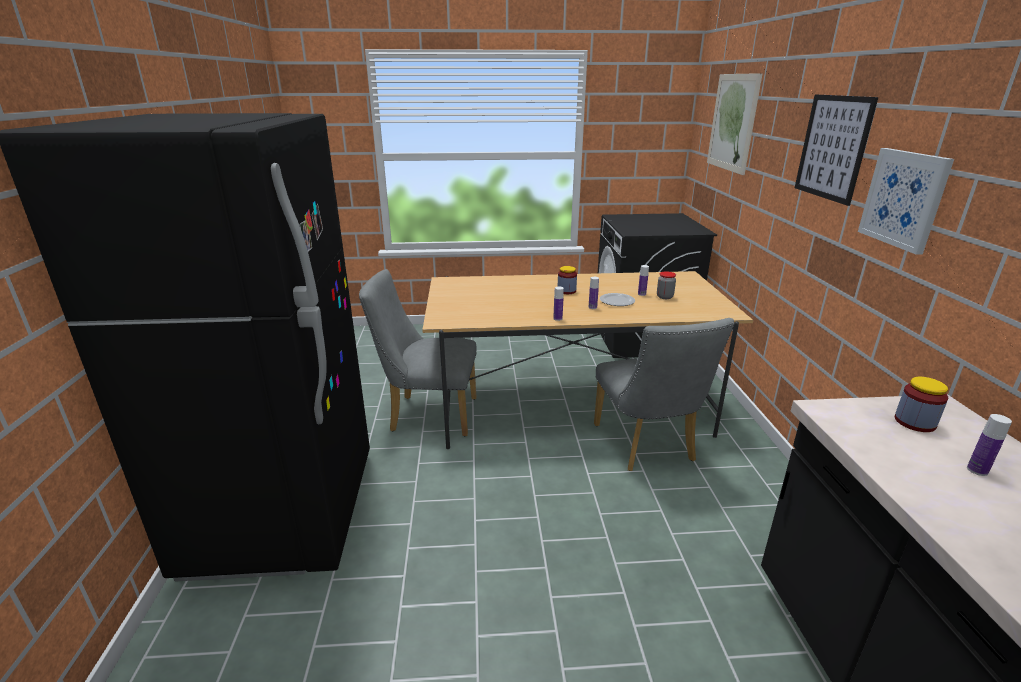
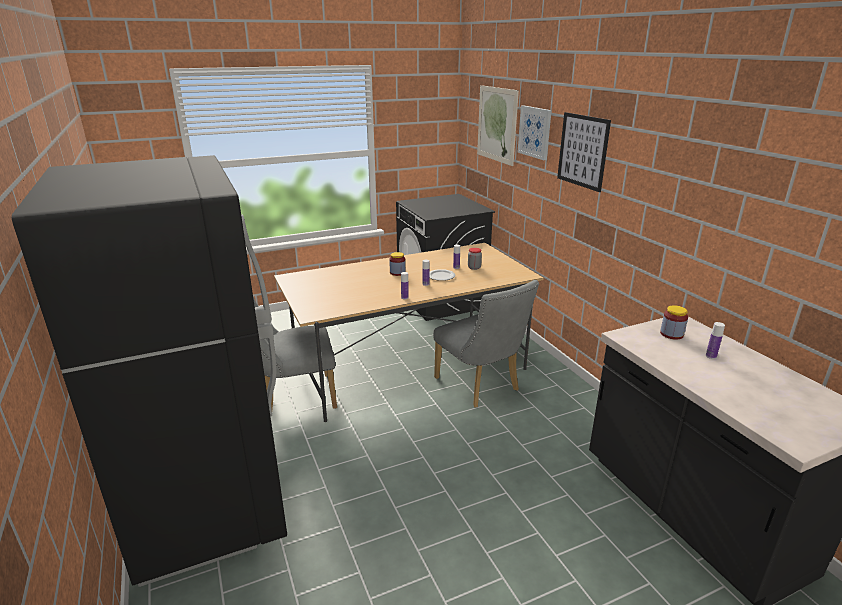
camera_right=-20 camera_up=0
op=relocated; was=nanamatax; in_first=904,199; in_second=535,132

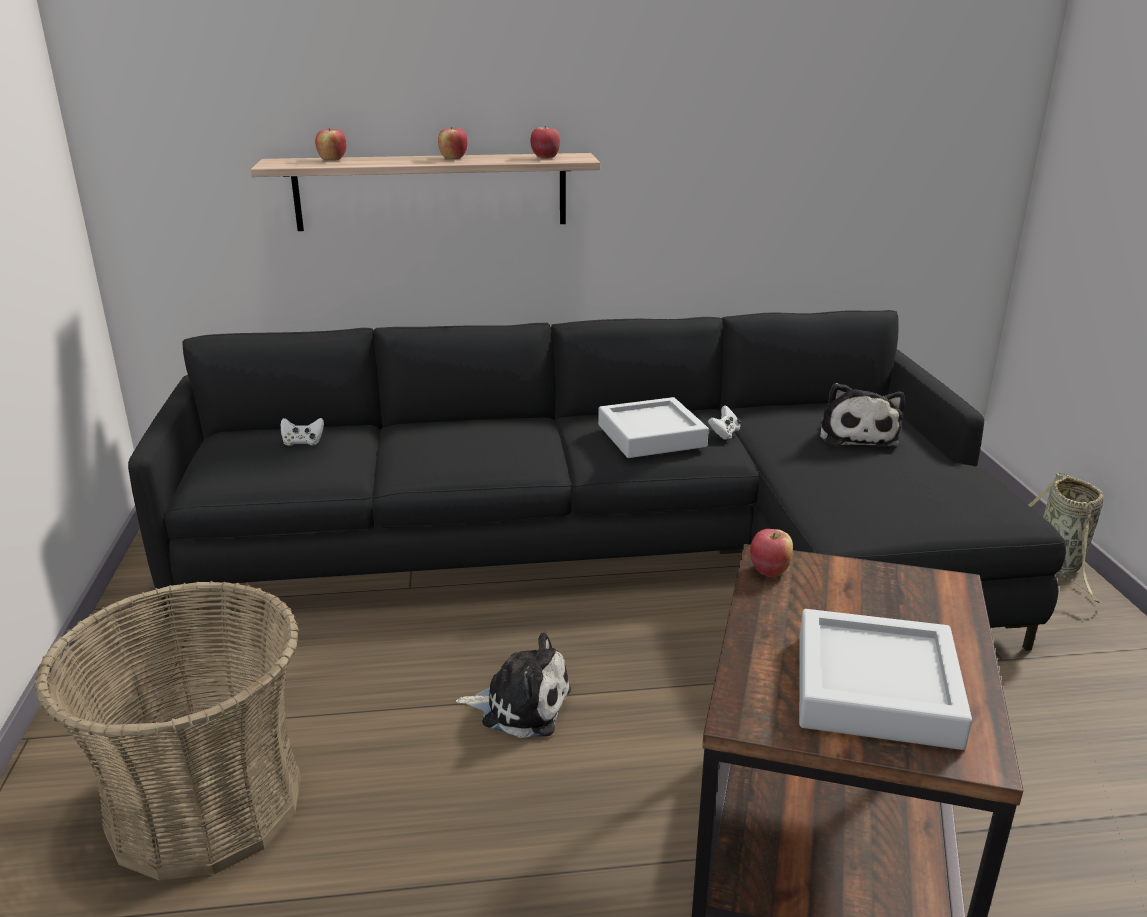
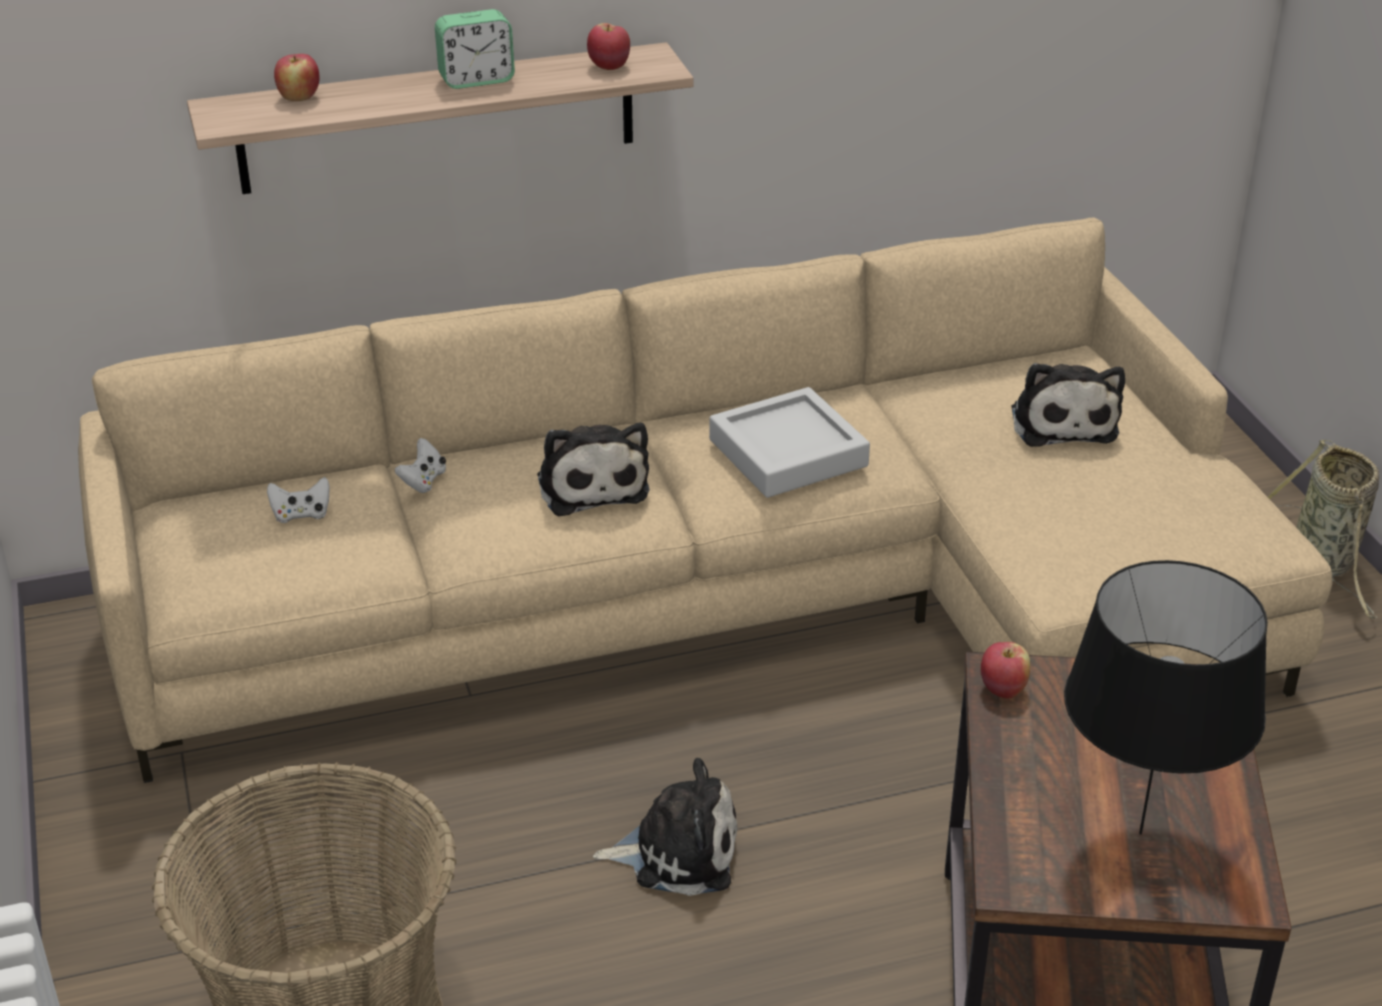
camera_right=-10 camera_up=10
op=appeared; now=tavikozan; in_second=591,484
op=relocated; was=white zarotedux; in_first=724,434; in_second=423,481
op=exchanged; was=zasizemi; now=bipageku; in_first=453,158; in_second=476,80
op=exchanged; was=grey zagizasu; now=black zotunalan; in_first=875,689; in_second=1140,833
op=colour; was=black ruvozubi; now=beige ruvozubi; in_first=611,551; in_second=732,604

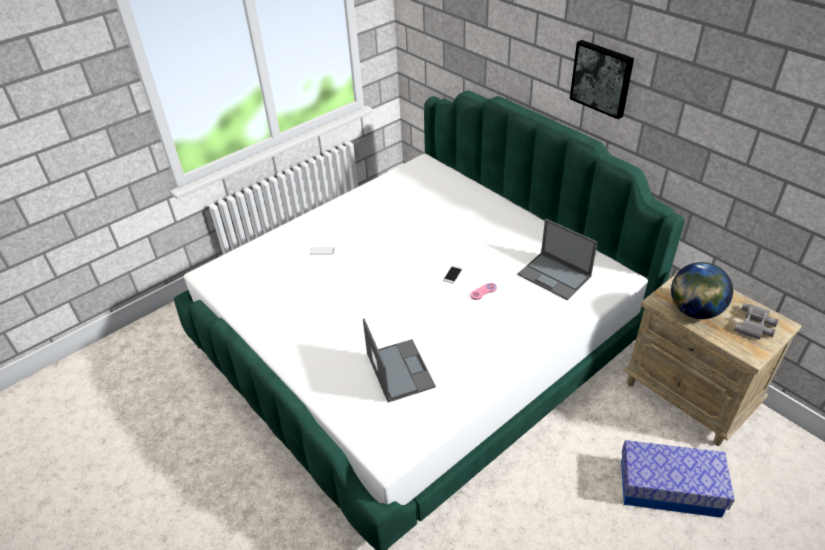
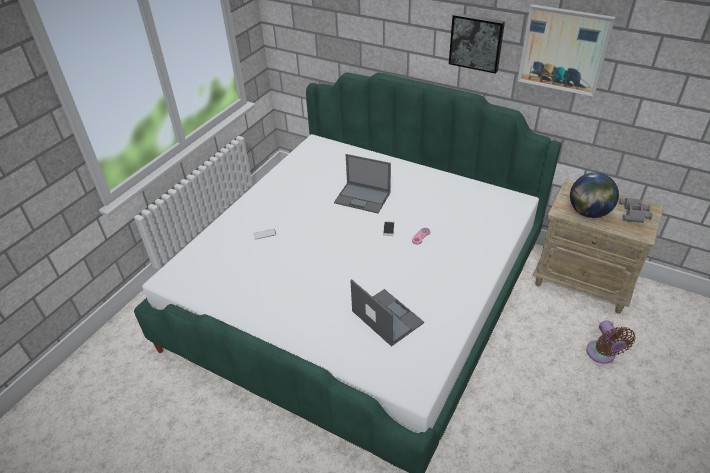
camera_right=-20 camera_up=0
op=appeared; now=nanamatax; in_second=563,50
op=relocated; was=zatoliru; in_first=555,276; in_second=363,198
op=exchanged; was=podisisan; now=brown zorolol; in_first=669,488; in_second=602,355

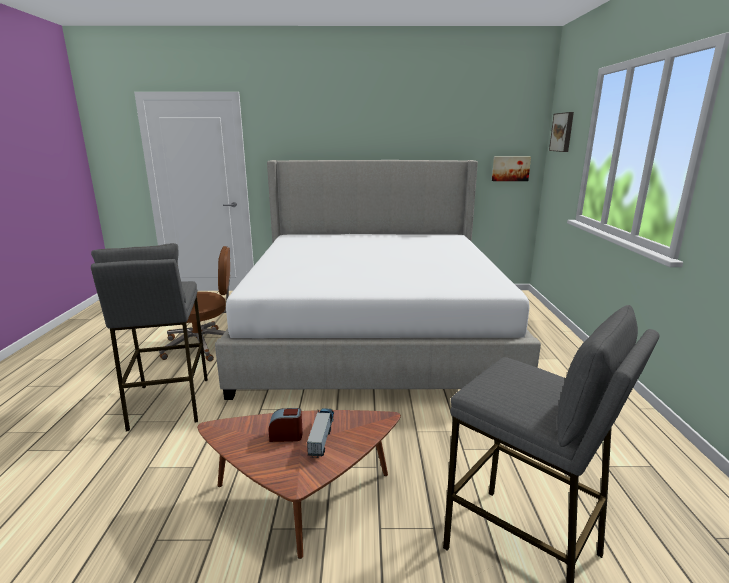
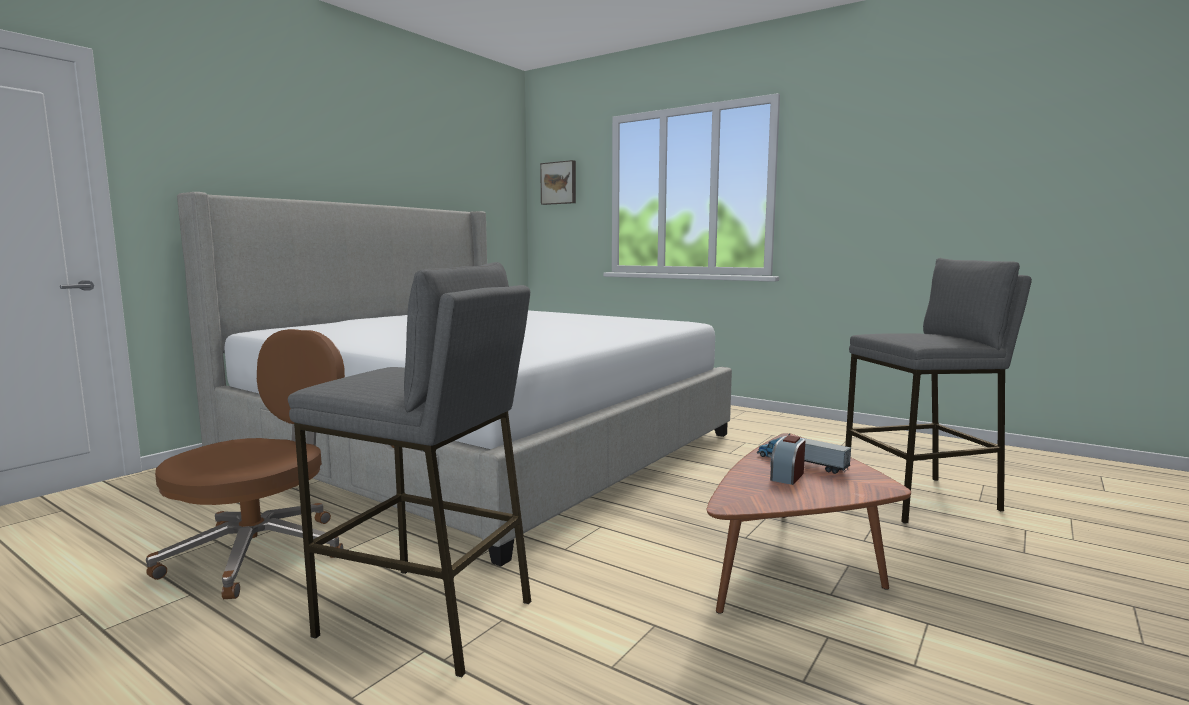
camera_right=-55 camera_up=-10
op=missing; was=nanamatax; in_first=510,168

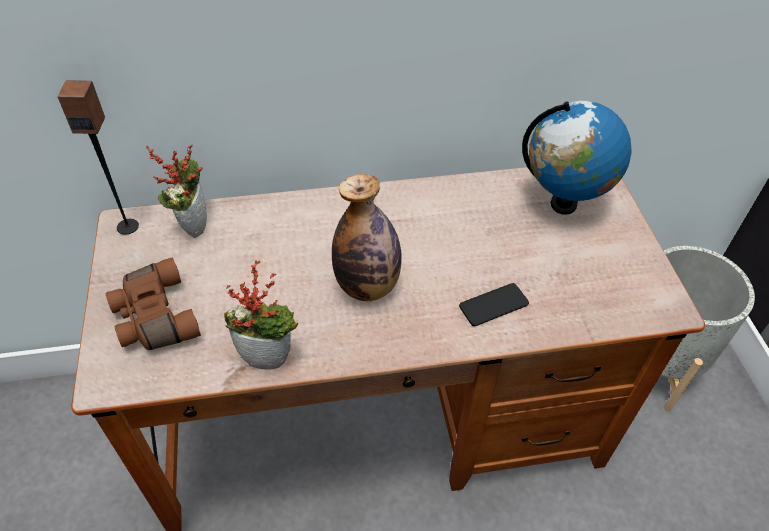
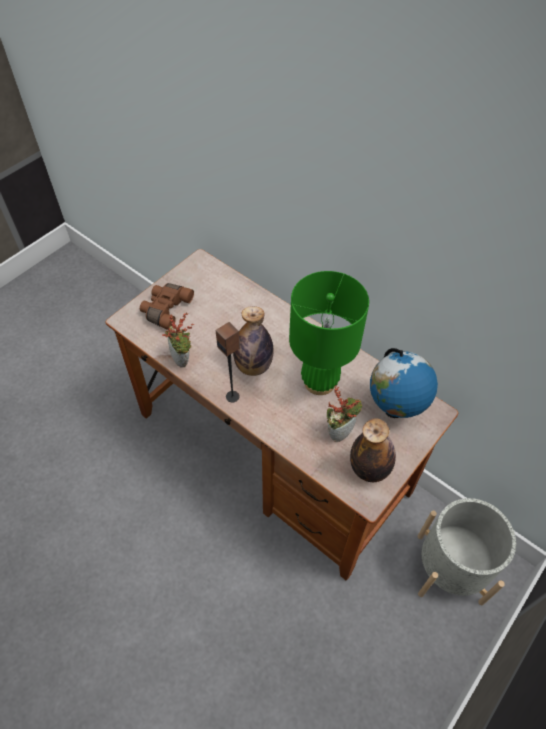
camera_right=50 camera_up=5
op=missing; was=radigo; in_first=493,305
op=appeared; now=green zotunalan; in_second=320,382
op=appeared; now=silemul; in_second=369,469
op=relocated; was=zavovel; in_first=128,226; in_second=233,396
op=relocated; was=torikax; in_first=192,224; in_second=340,431

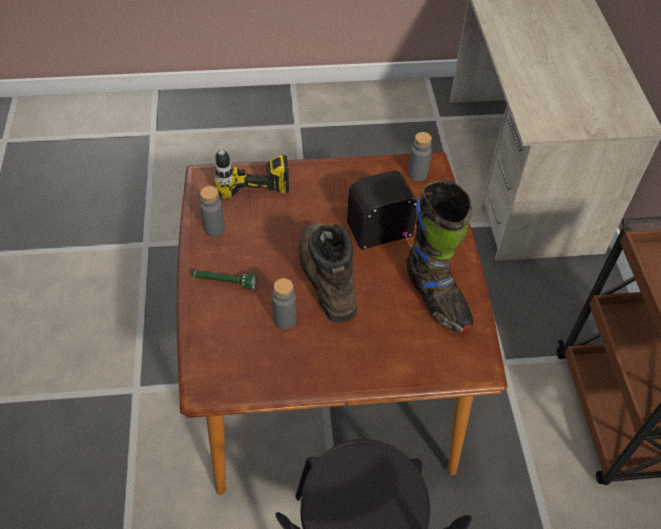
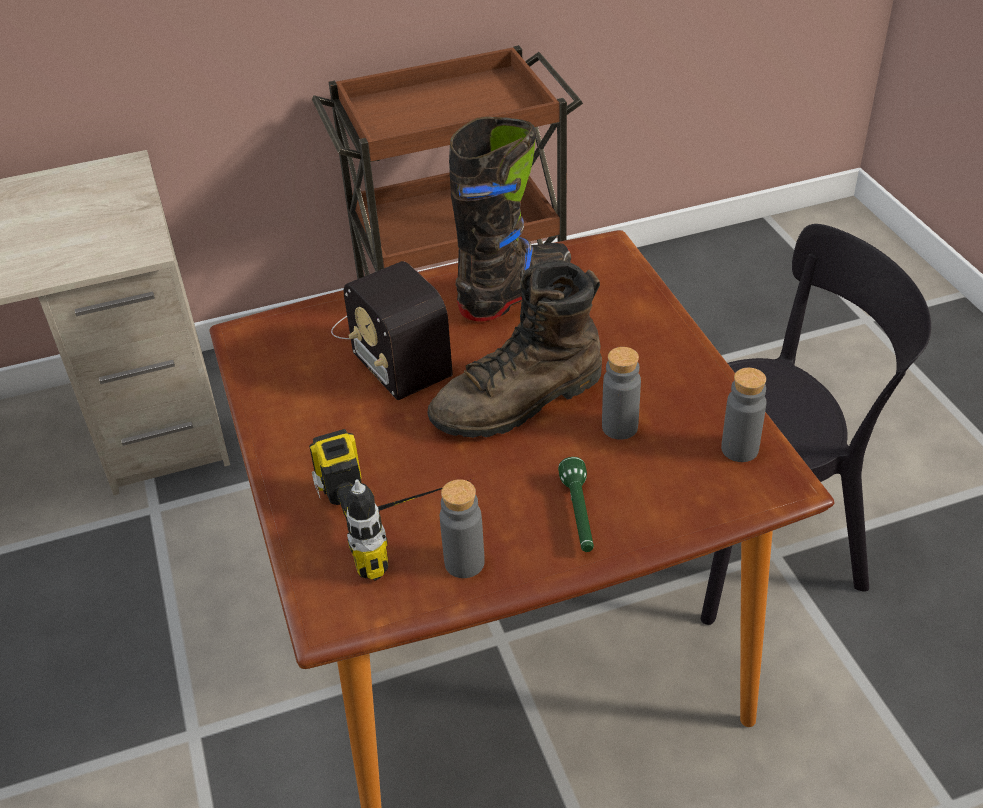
camera_right=-100 camera_up=-10
op=relocated; was=grey silemul; in_first=417,174; in_second=739,449

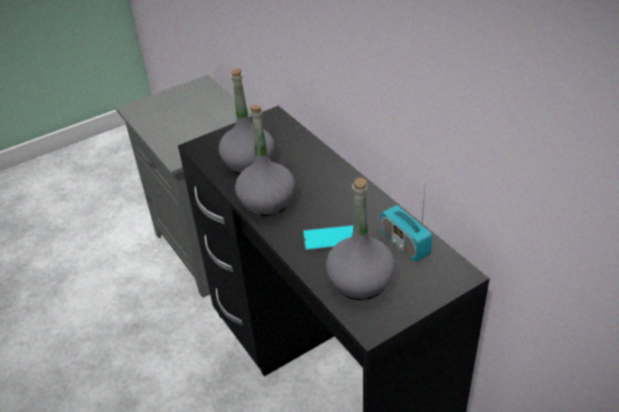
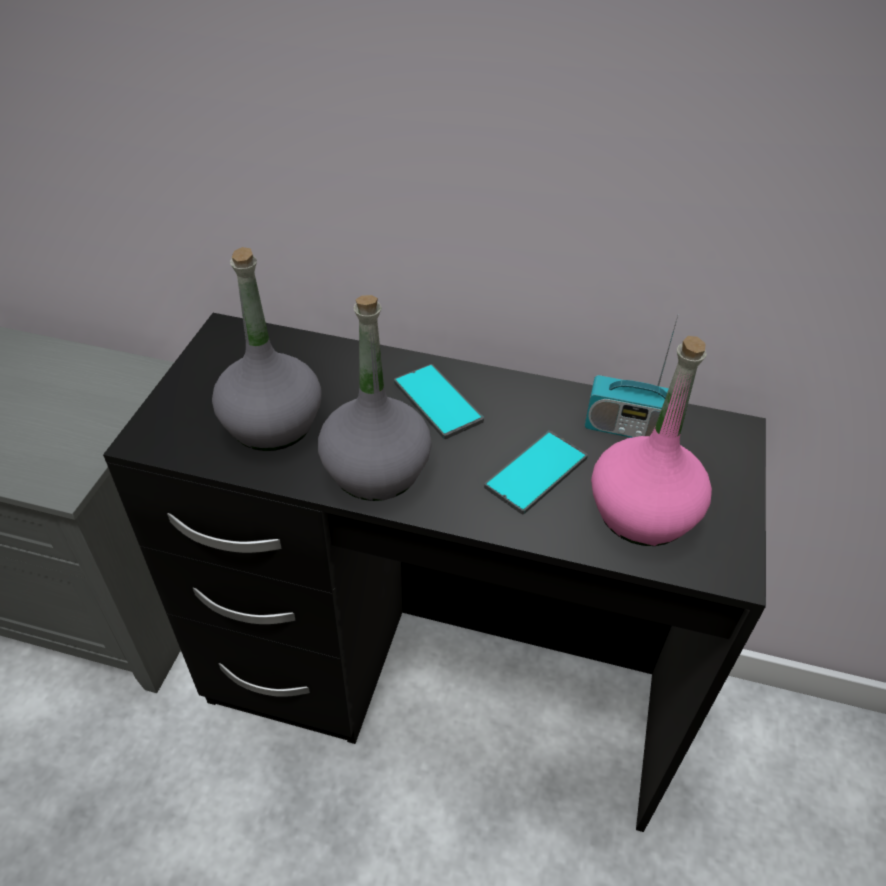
camera_right=-45 camera_up=5
op=appeared; now=radigo; in_second=438,402
op=colour; was=grey silemul; now=pink silemul; in_first=360,282; in_second=643,513

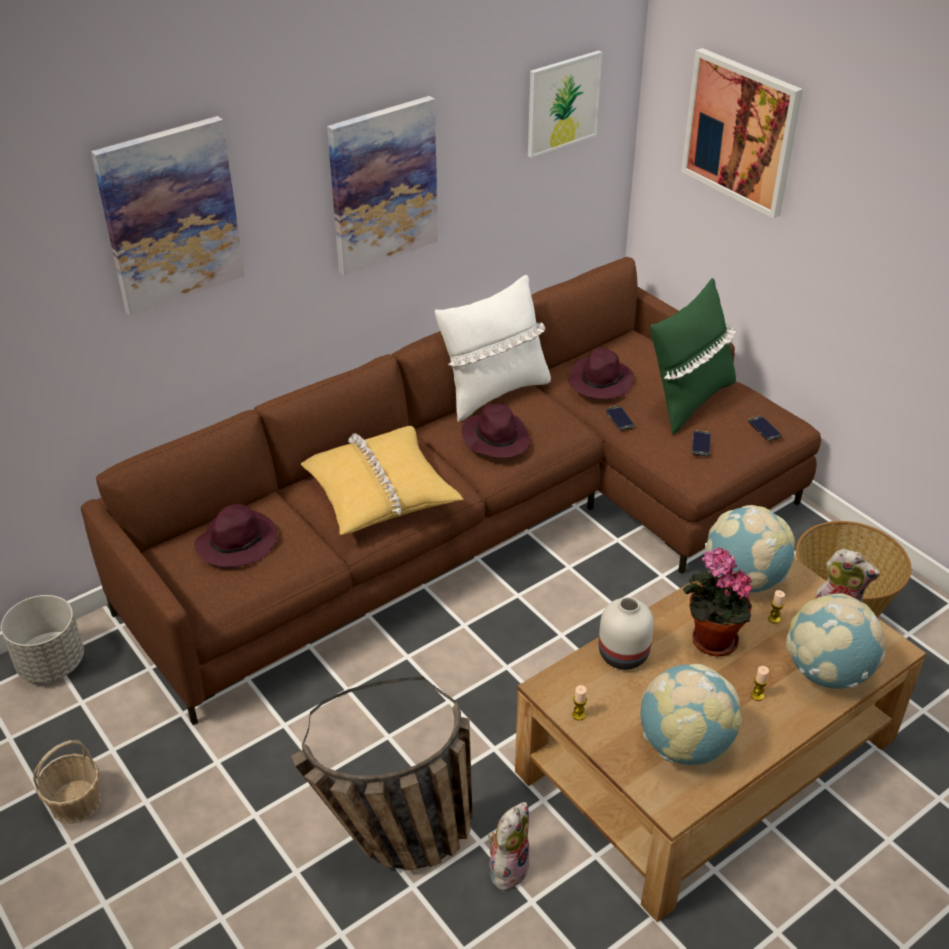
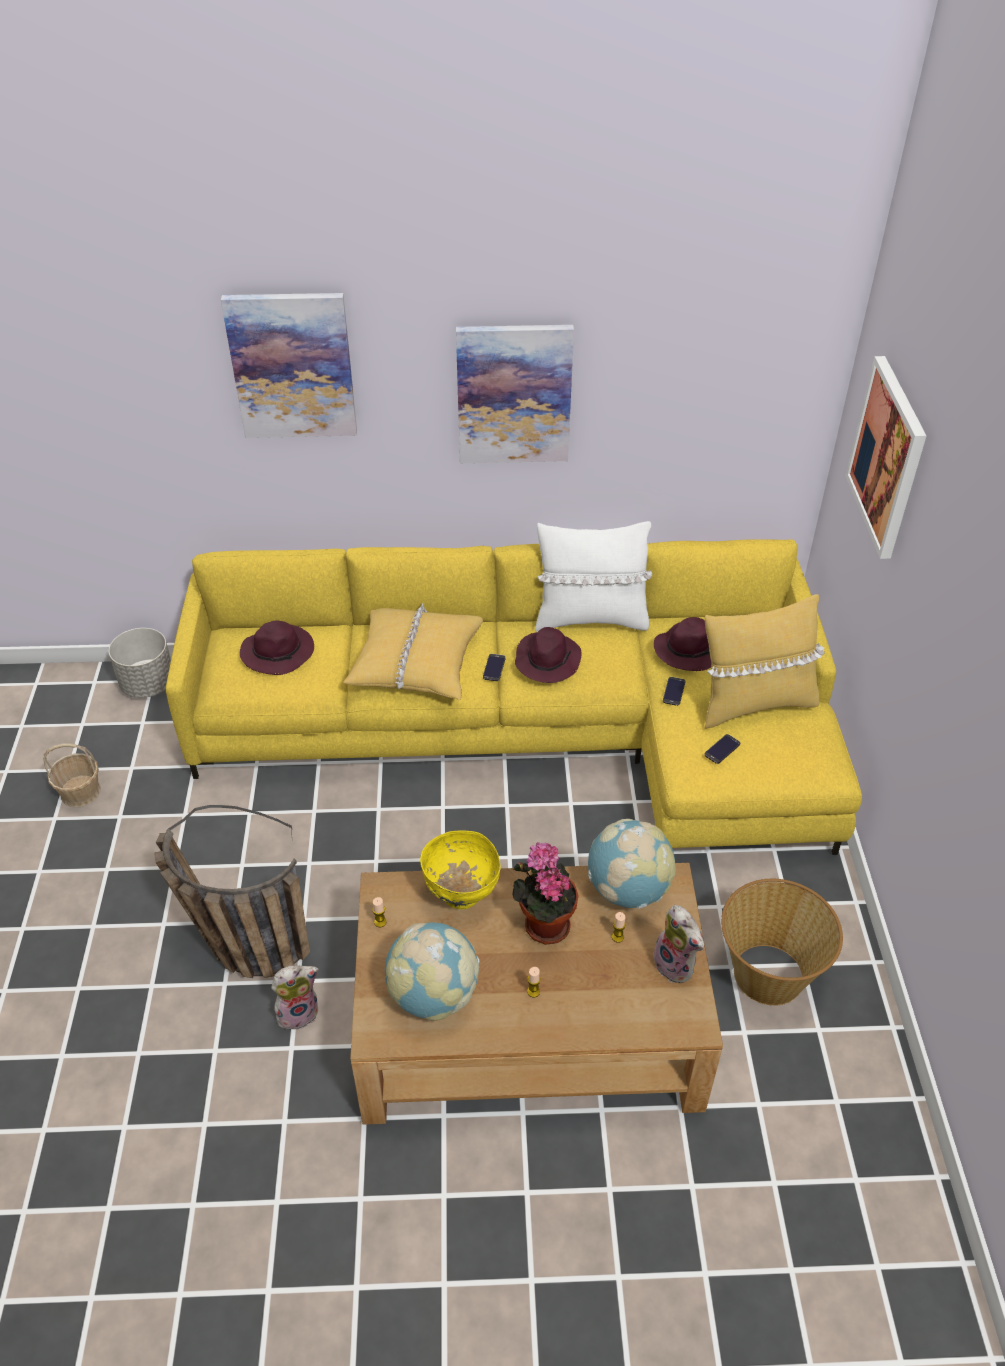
camera_right=35 camera_up=5
op=missing; was=nanamatax; in_first=562,103
op=missing; was=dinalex; in_first=827,672
op=relocated; was=radigo; in_first=764,428; in_second=494,668
op=exchanged; was=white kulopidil; now=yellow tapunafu; in_first=622,655; in_second=461,894
op=colour; was=brown ruvozubi; now=yellow ruvozubi; in_first=482,523; in_second=535,730
op=colour; was=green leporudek; now=yellow leporudek; in_first=688,400; in_second=754,704

